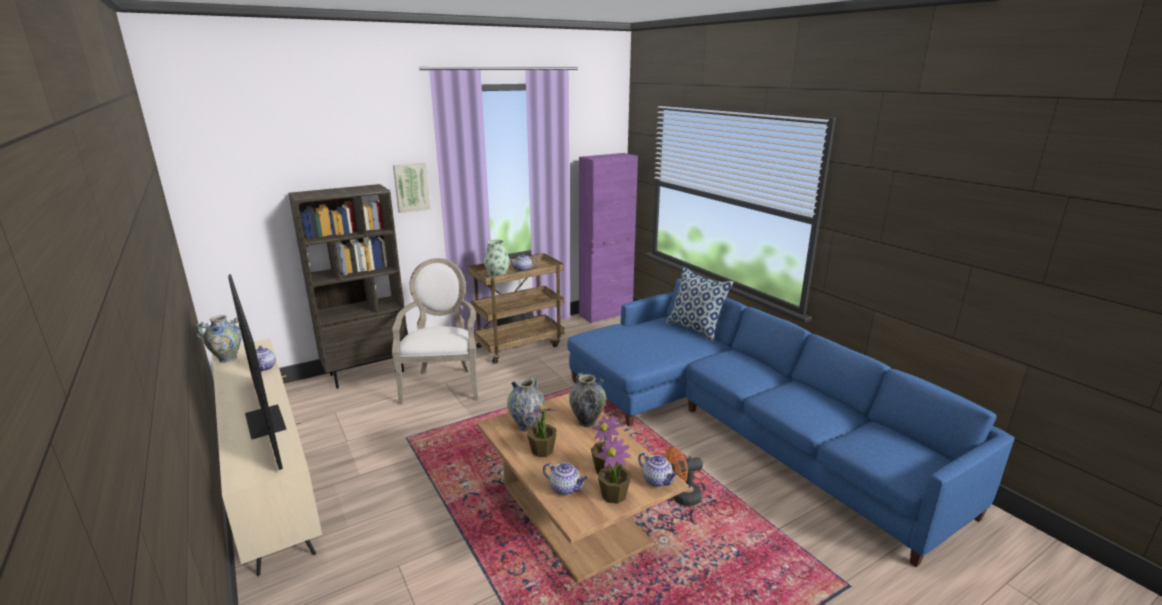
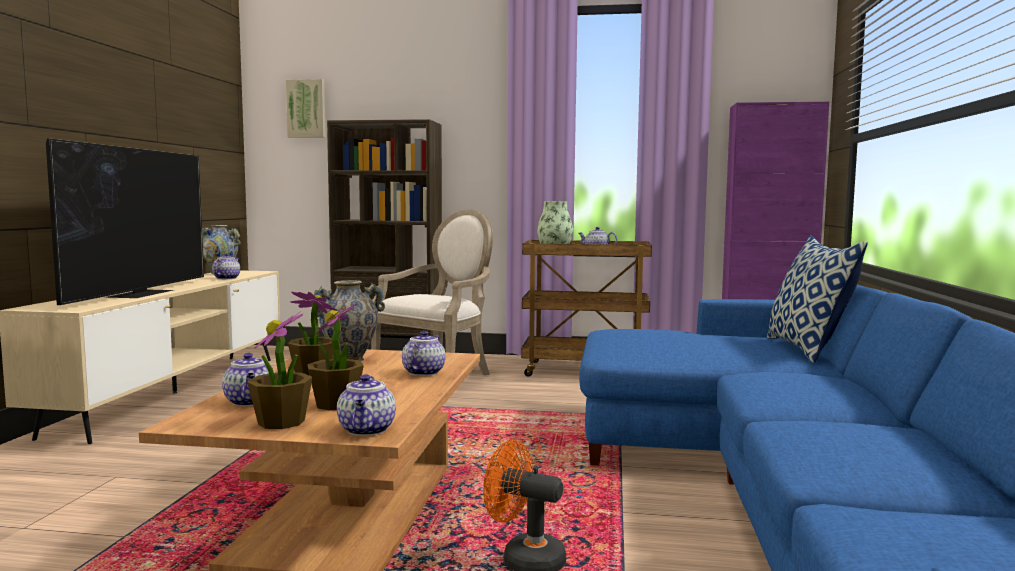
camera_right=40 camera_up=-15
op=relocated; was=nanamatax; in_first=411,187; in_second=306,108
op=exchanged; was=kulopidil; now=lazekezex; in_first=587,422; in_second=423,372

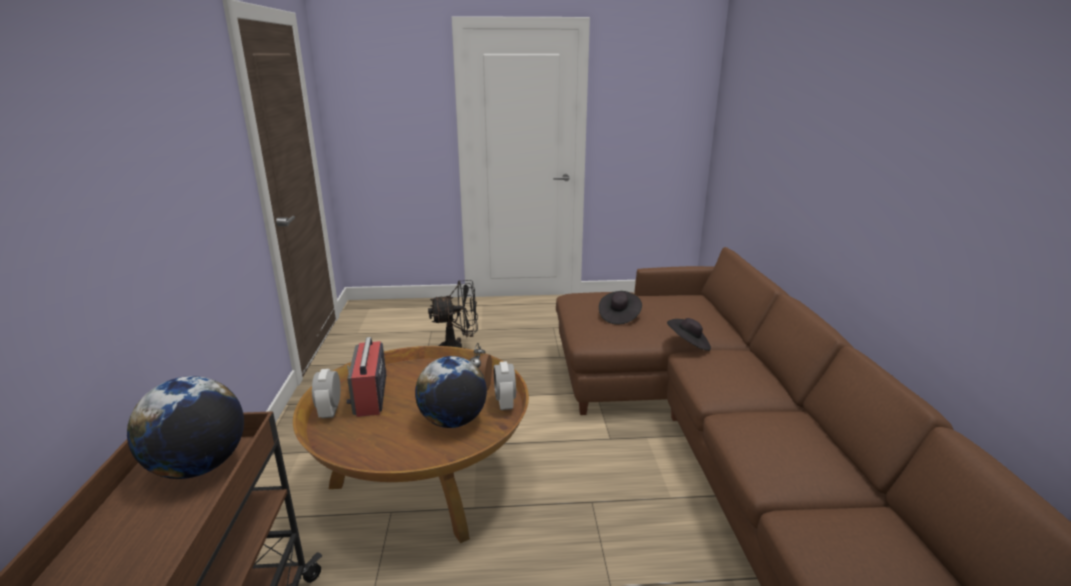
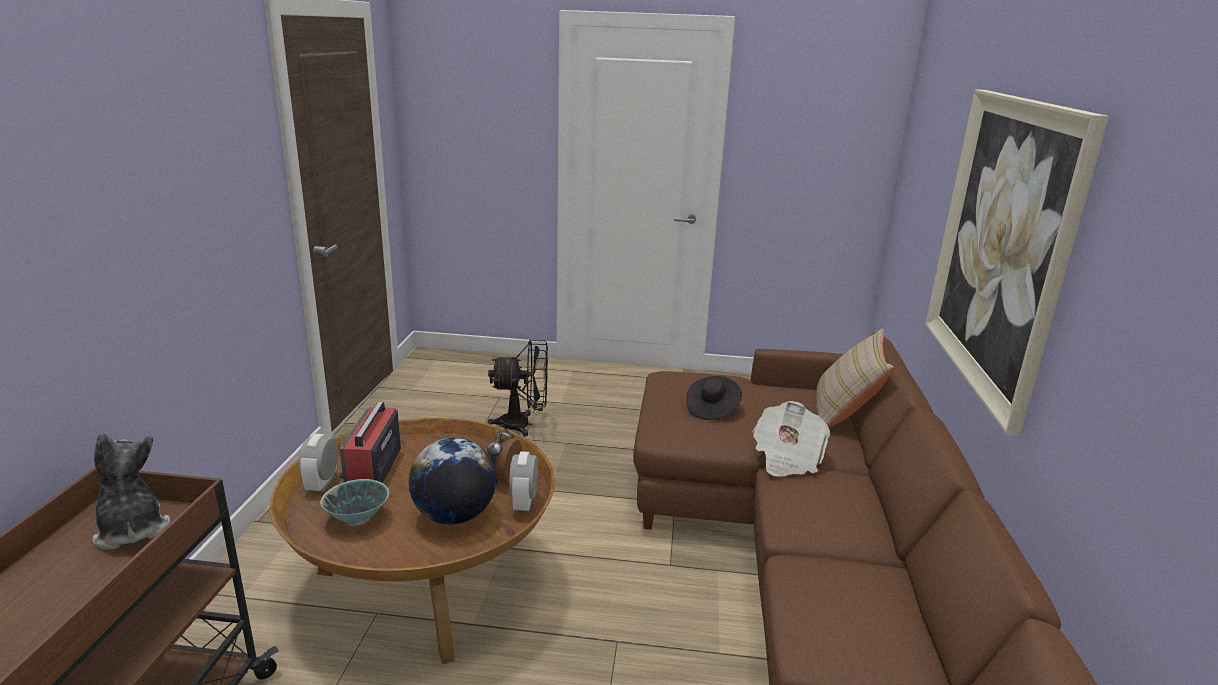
camera_right=10 camera_up=0
op=appeared; now=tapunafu; in_second=358,519
op=appeared; now=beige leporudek; in_second=844,416
op=appeared; now=nanamatax; in_second=1001,246
op=exchanged; was=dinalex; now=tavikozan; in_first=199,466; in_second=132,530
op=exchanged; was=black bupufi; now=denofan; in_first=688,344; in_second=786,458

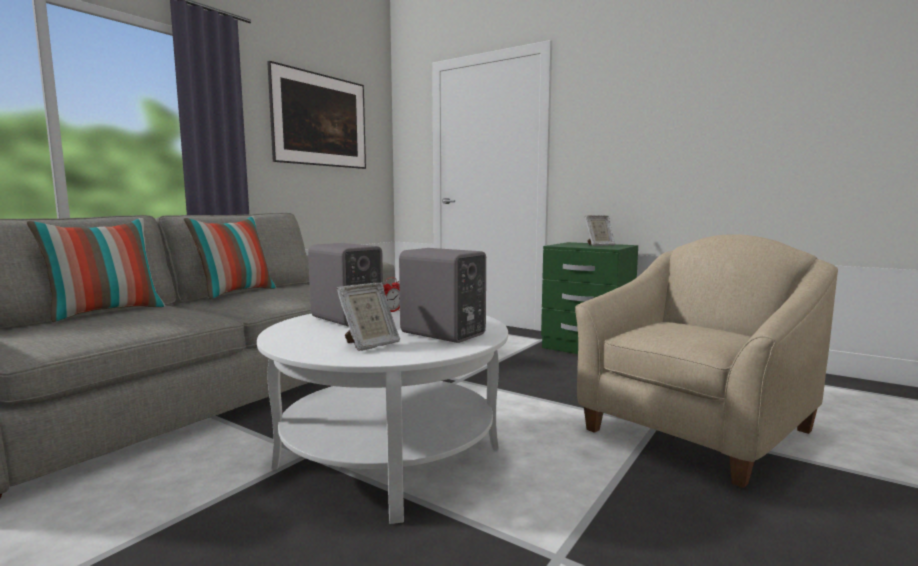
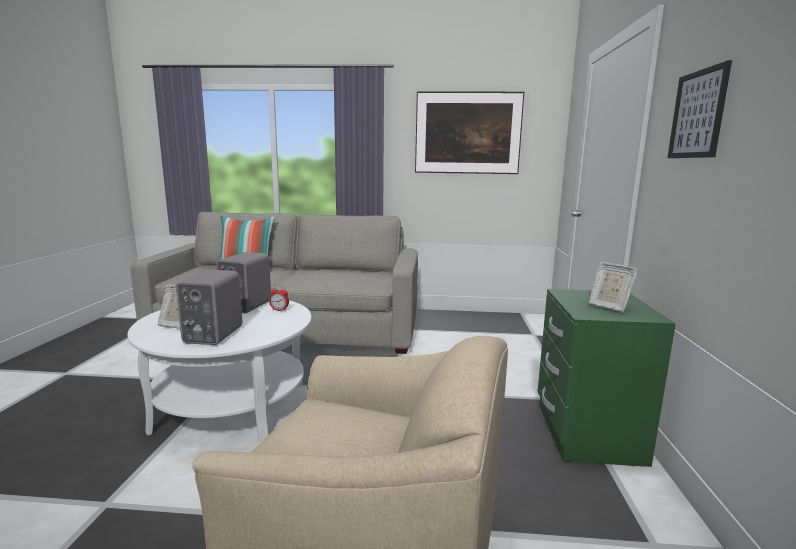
camera_right=60 camera_up=5
op=missing; was=leporudek; in_first=236,293
op=appeared; now=nanamatax; in_second=697,114

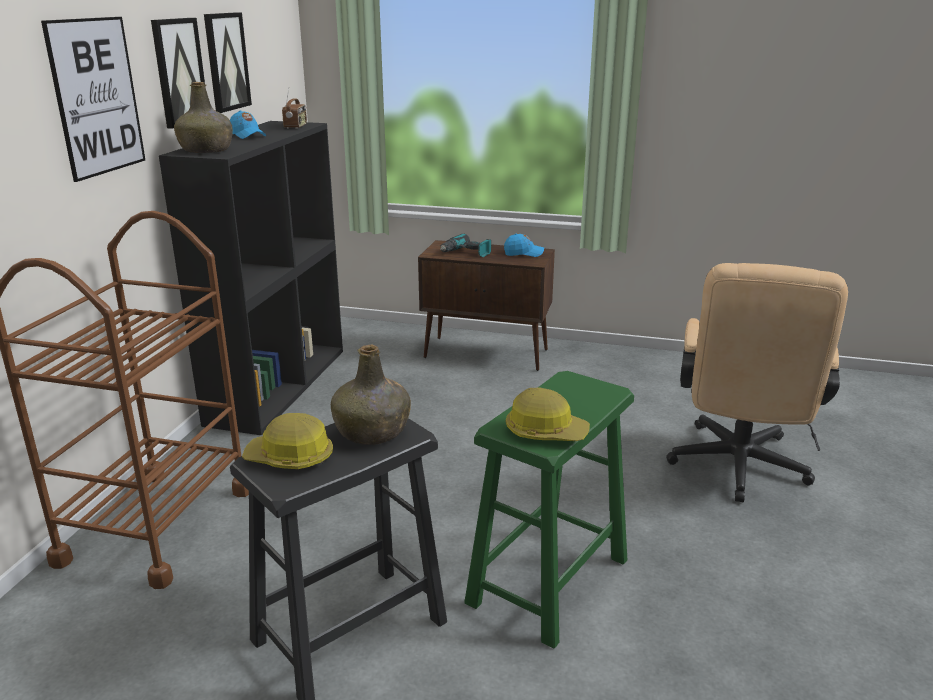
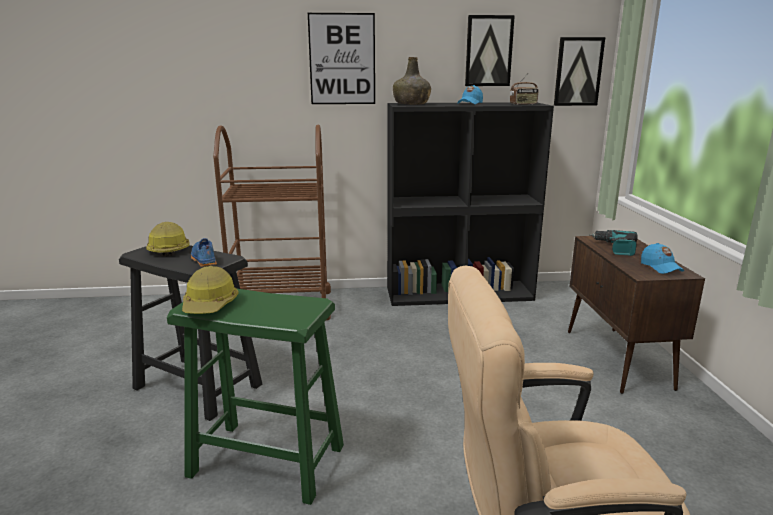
camera_right=70 camera_up=-5
op=relocated; was=nanamatax; in_first=179,72; in_second=578,71
op=exchanged; was=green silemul; now=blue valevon; in_first=373,431; in_second=203,260

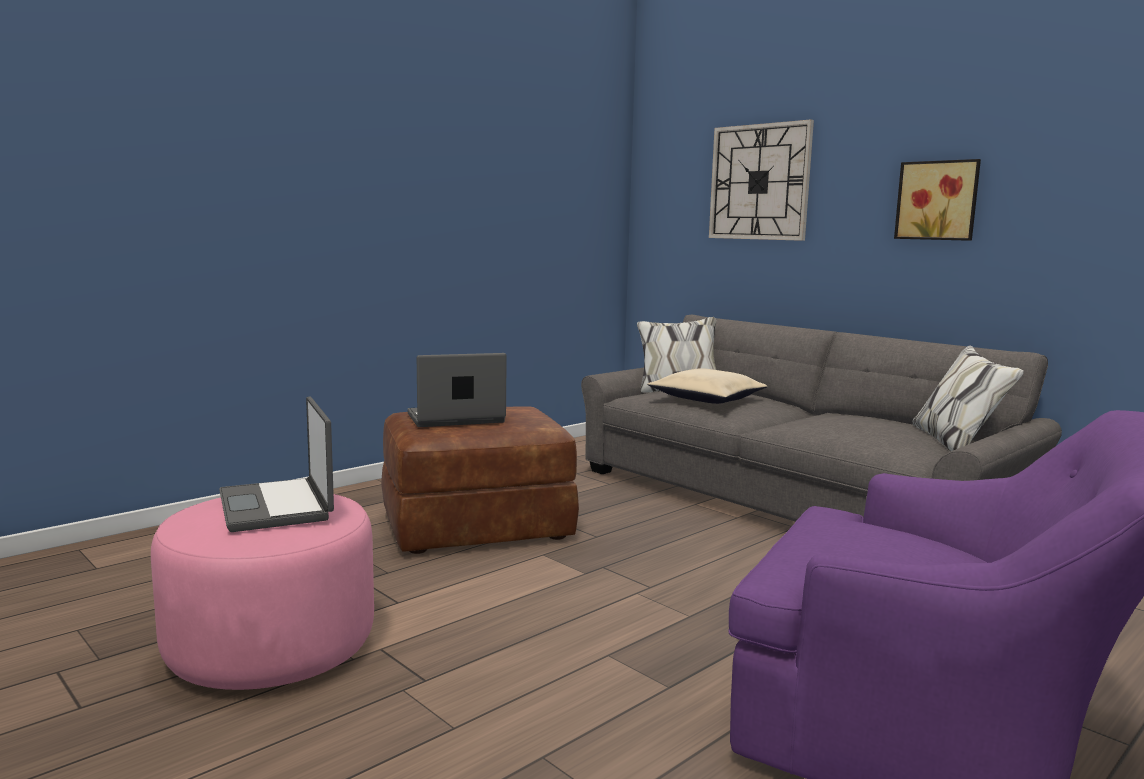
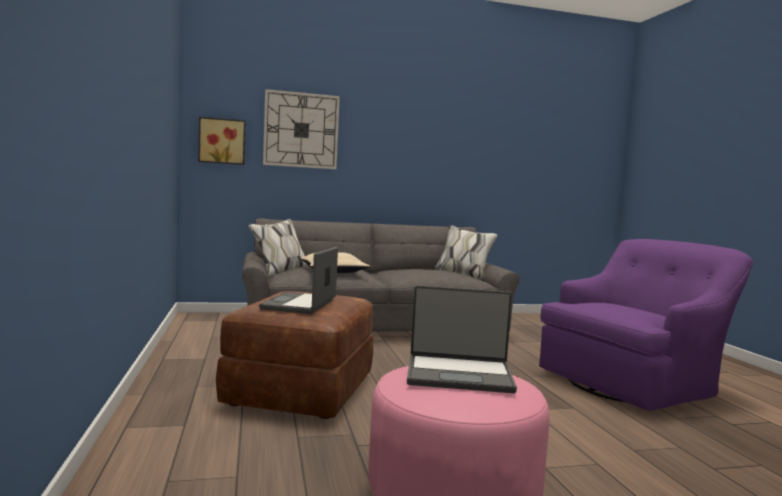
camera_right=-60 camera_up=-5
op=relocated; was=nanamatax; in_first=938,200; in_second=222,141

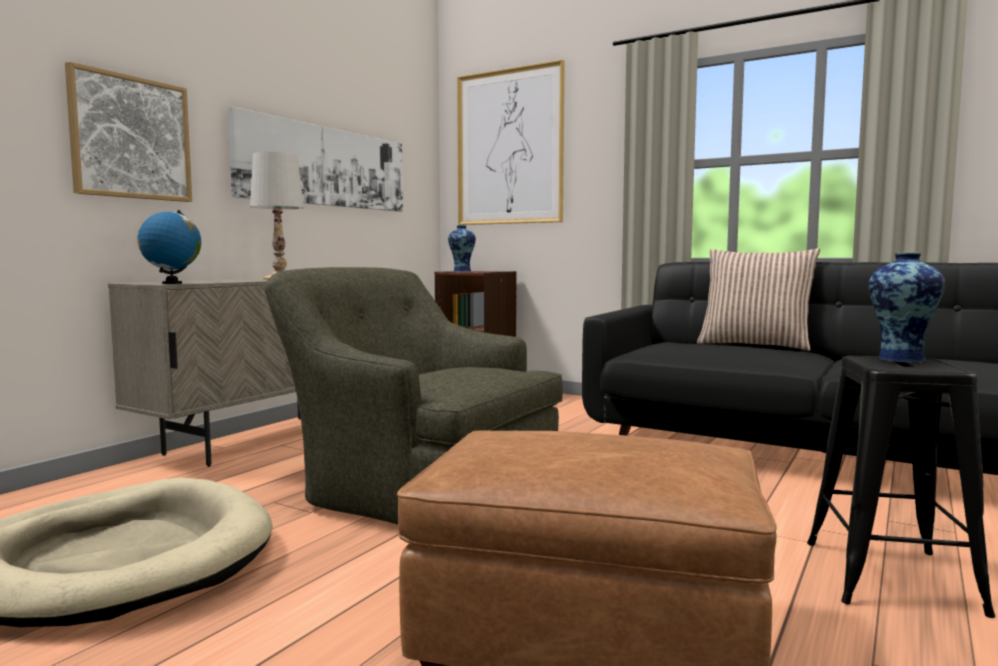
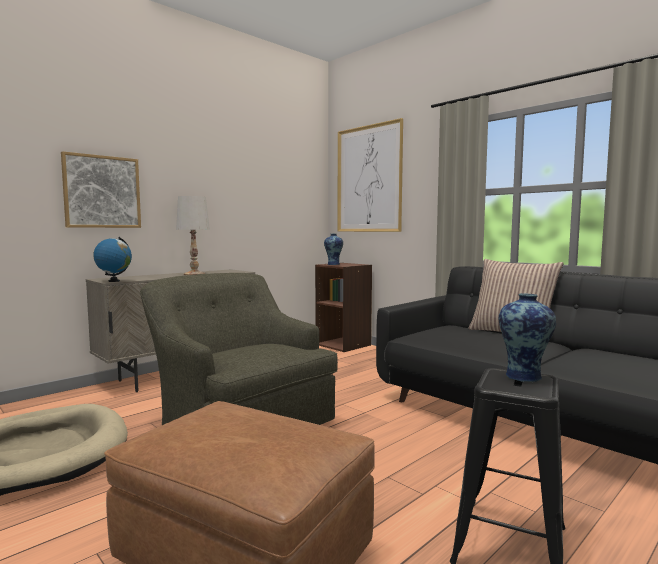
camera_right=15 camera_up=0
op=missing; was=nanamatax; in_first=325,167

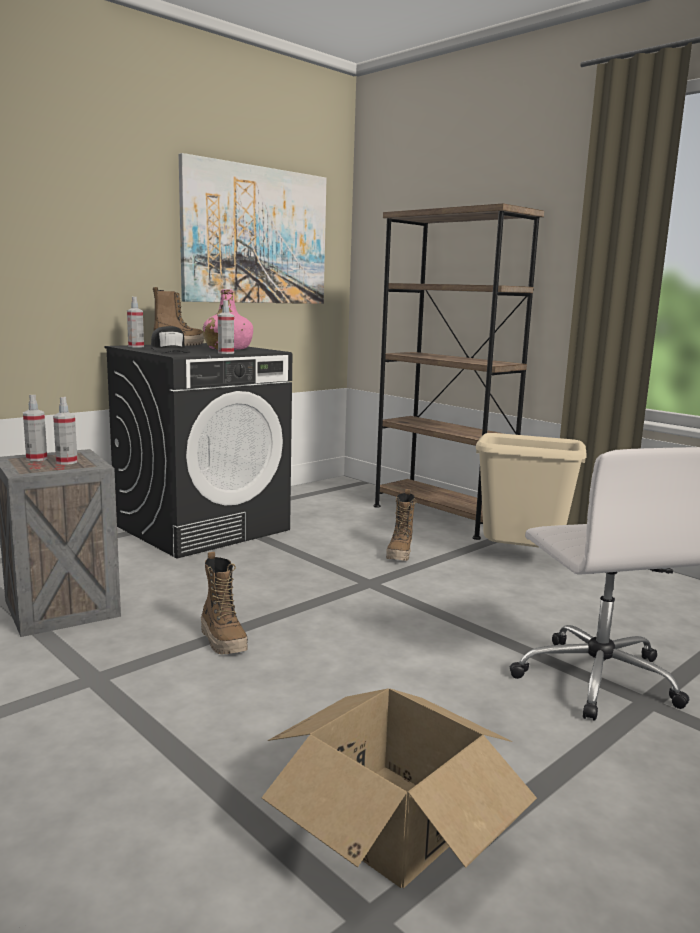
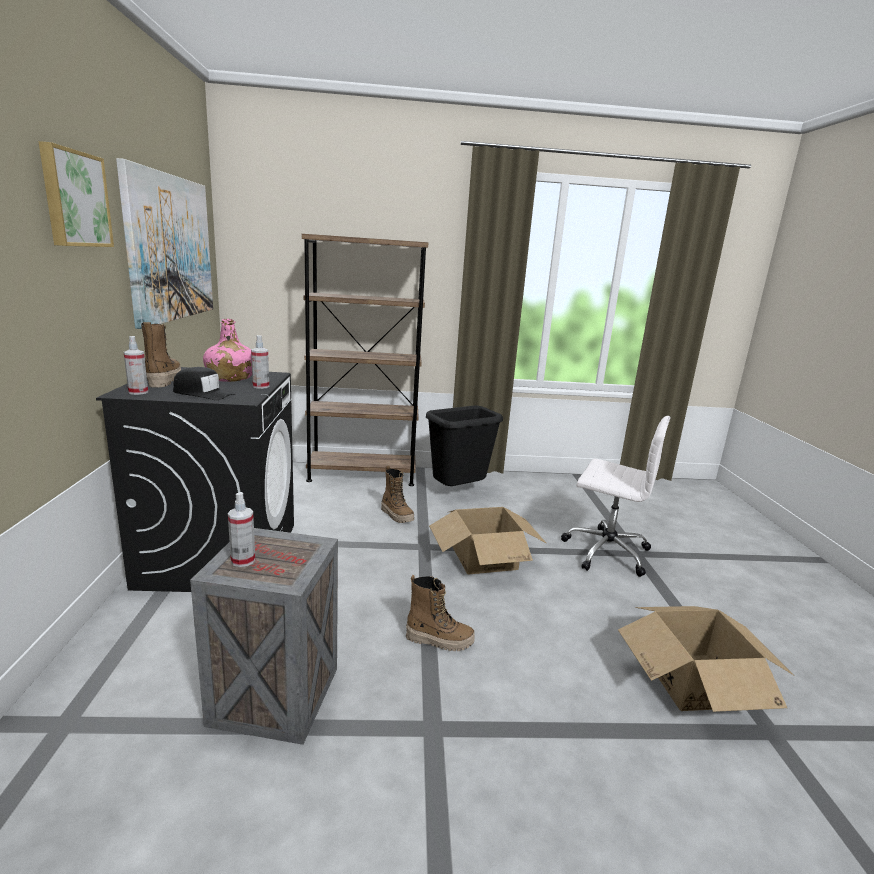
camera_right=-50 camera_up=5
op=missing; was=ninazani; in_first=66,462
op=appeared; now=nanamatax; in_second=74,199
op=appeared; now=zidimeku; in_second=484,557
op=colour; was=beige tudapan; now=black tudapan; in_first=519,560; in_second=457,492

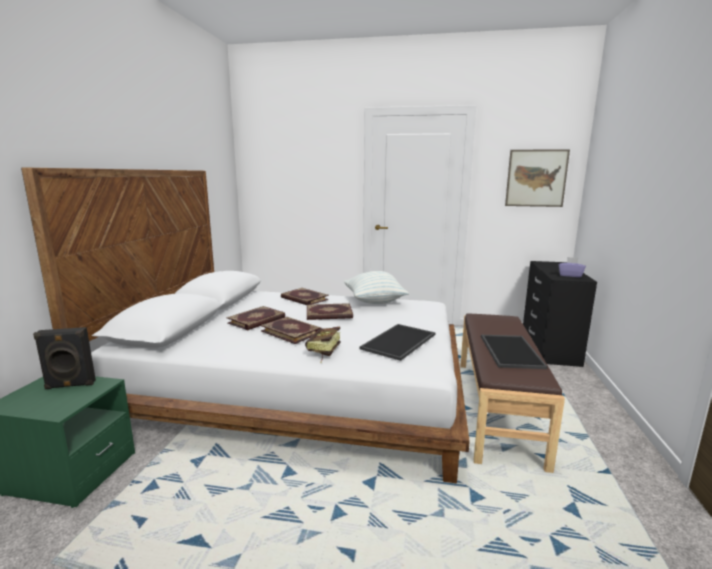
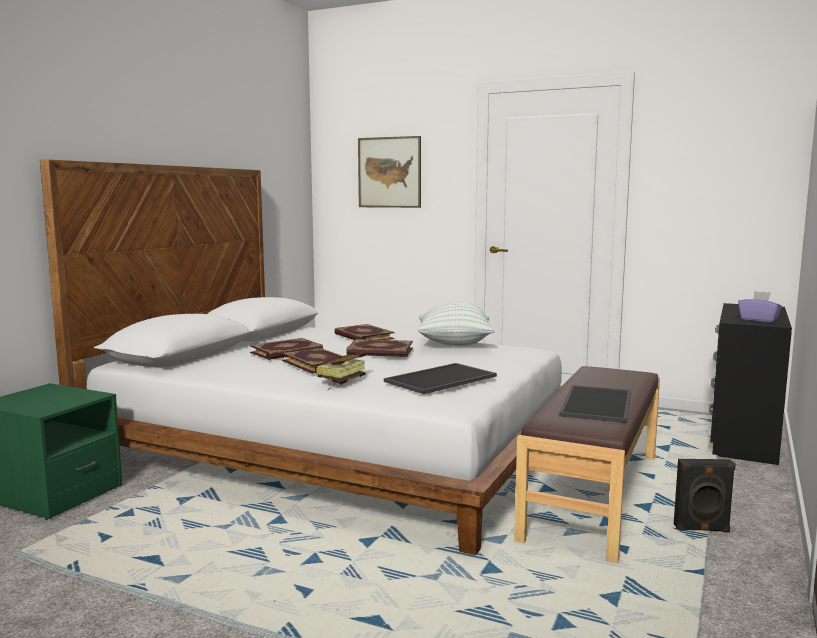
camera_right=15 camera_up=-5
op=relocated; was=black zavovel; in_first=70,385; in_second=701,529
op=relocated; was=nanamatax; in_first=536,178; in_second=389,172

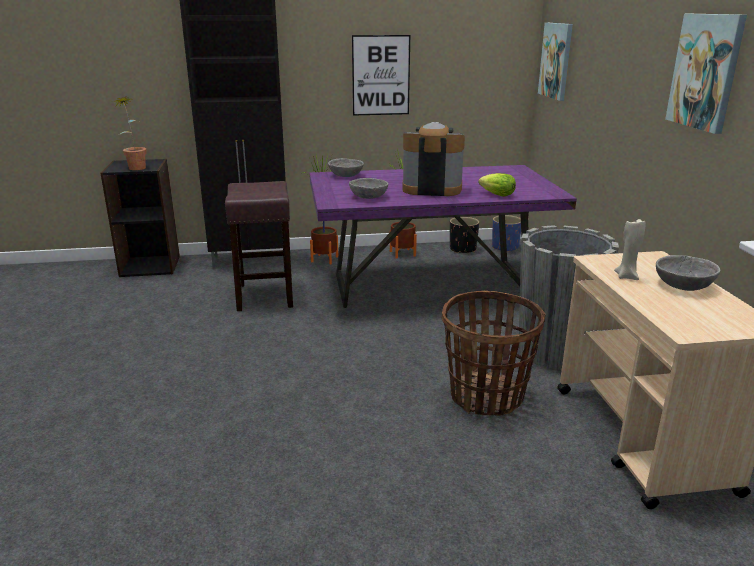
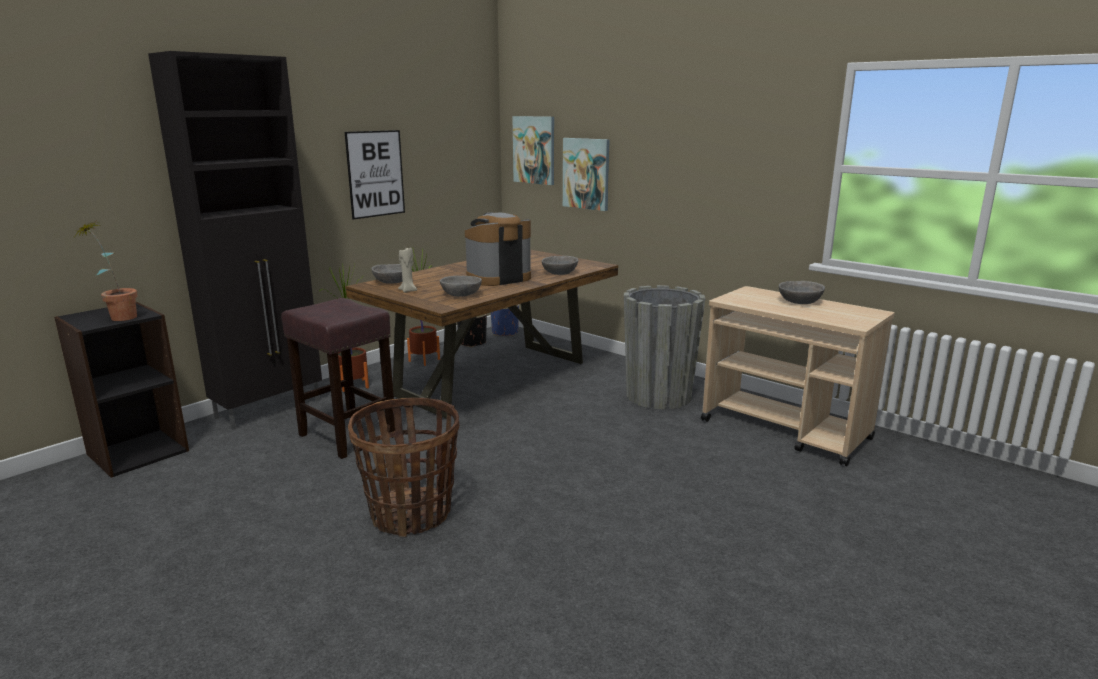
camera_right=-40 camera_up=-5
op=relocated; was=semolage; in_first=486,396; in_second=411,514
op=relocated; was=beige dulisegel; in_first=626,276; in_second=408,291
op=relocated; was=nanamatax; in_first=705,71; in_second=586,173
op=exchanged; was=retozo; now=grey tapunafu; in_first=497,195; in_second=560,273
op=colour; was=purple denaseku; now=brown denaseku; in_first=428,286; in_second=492,379

